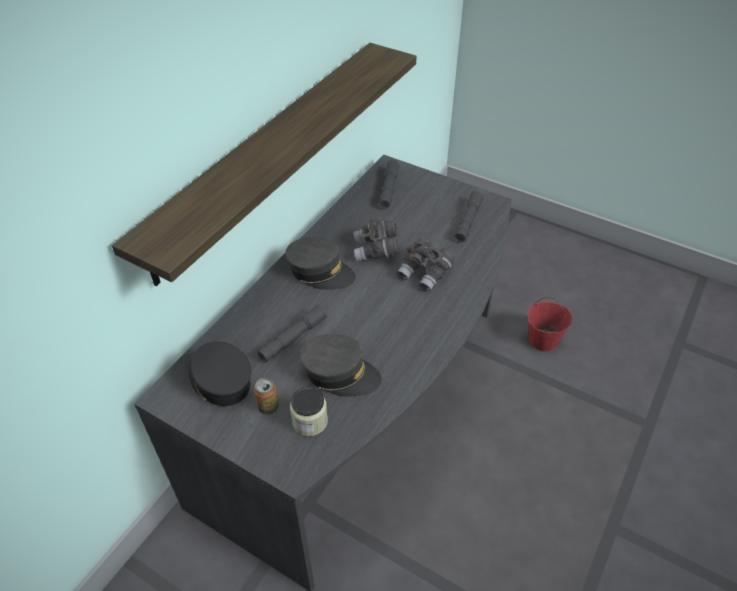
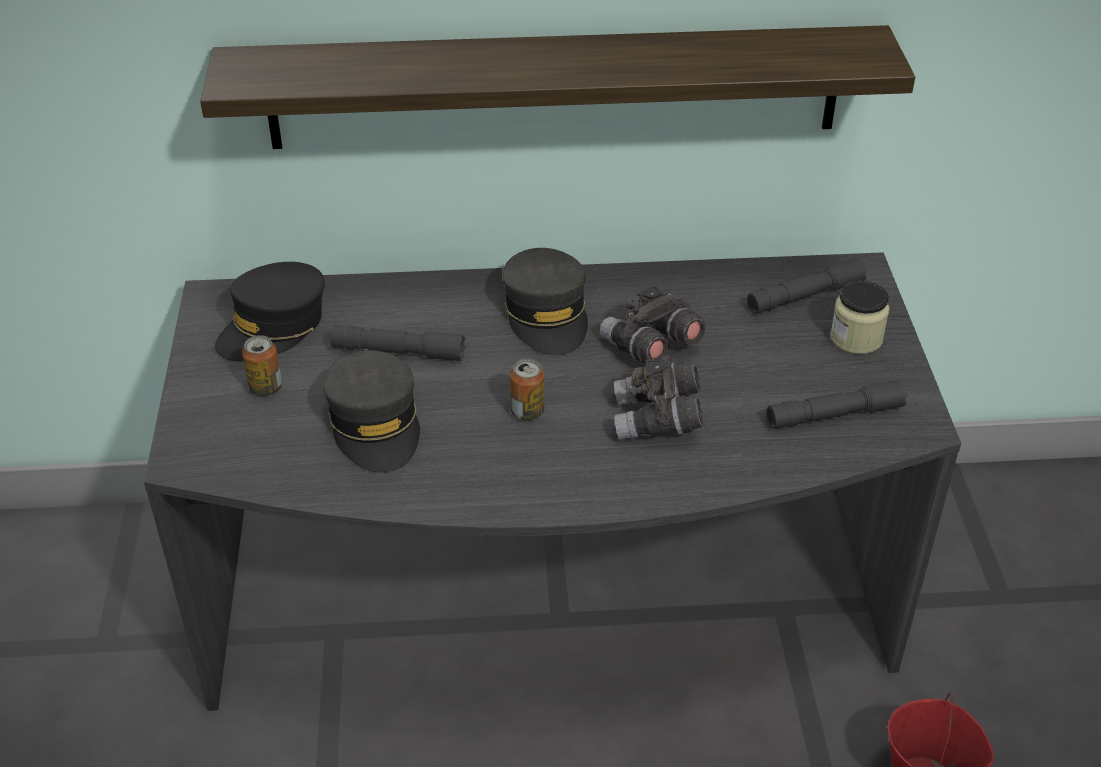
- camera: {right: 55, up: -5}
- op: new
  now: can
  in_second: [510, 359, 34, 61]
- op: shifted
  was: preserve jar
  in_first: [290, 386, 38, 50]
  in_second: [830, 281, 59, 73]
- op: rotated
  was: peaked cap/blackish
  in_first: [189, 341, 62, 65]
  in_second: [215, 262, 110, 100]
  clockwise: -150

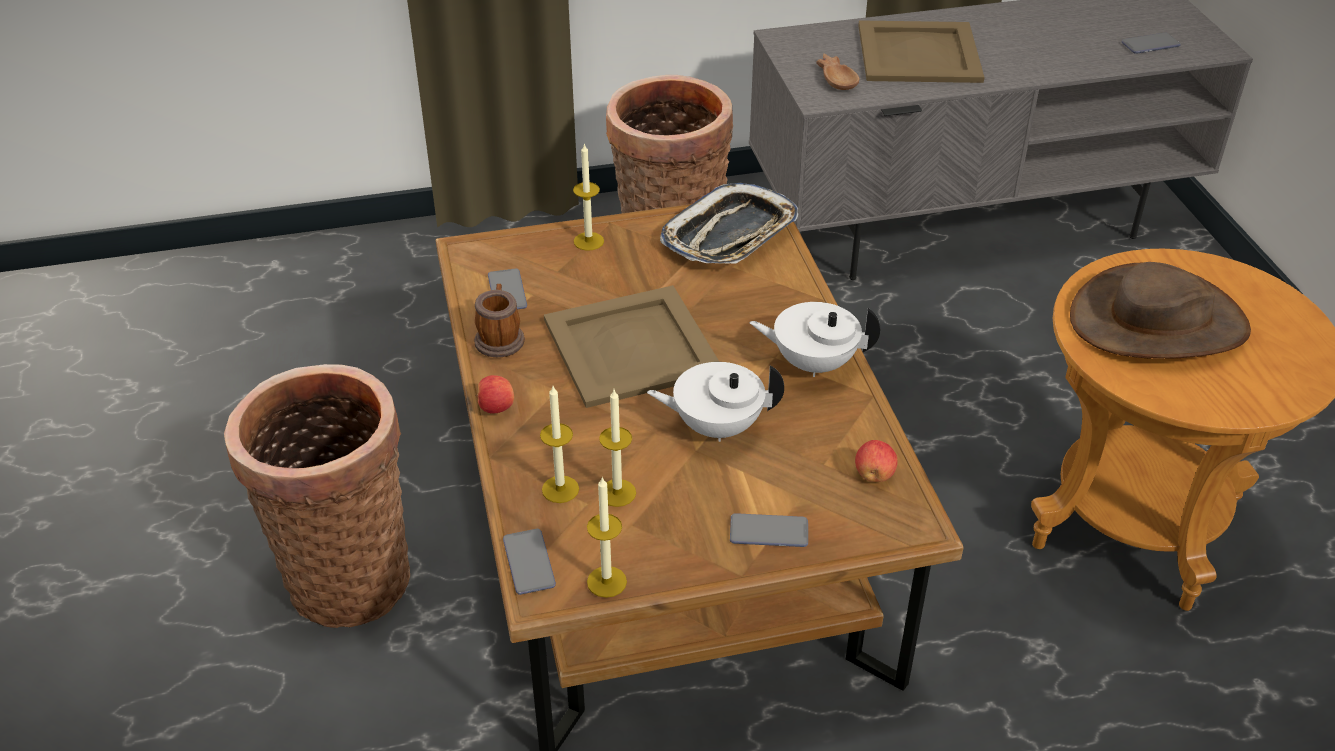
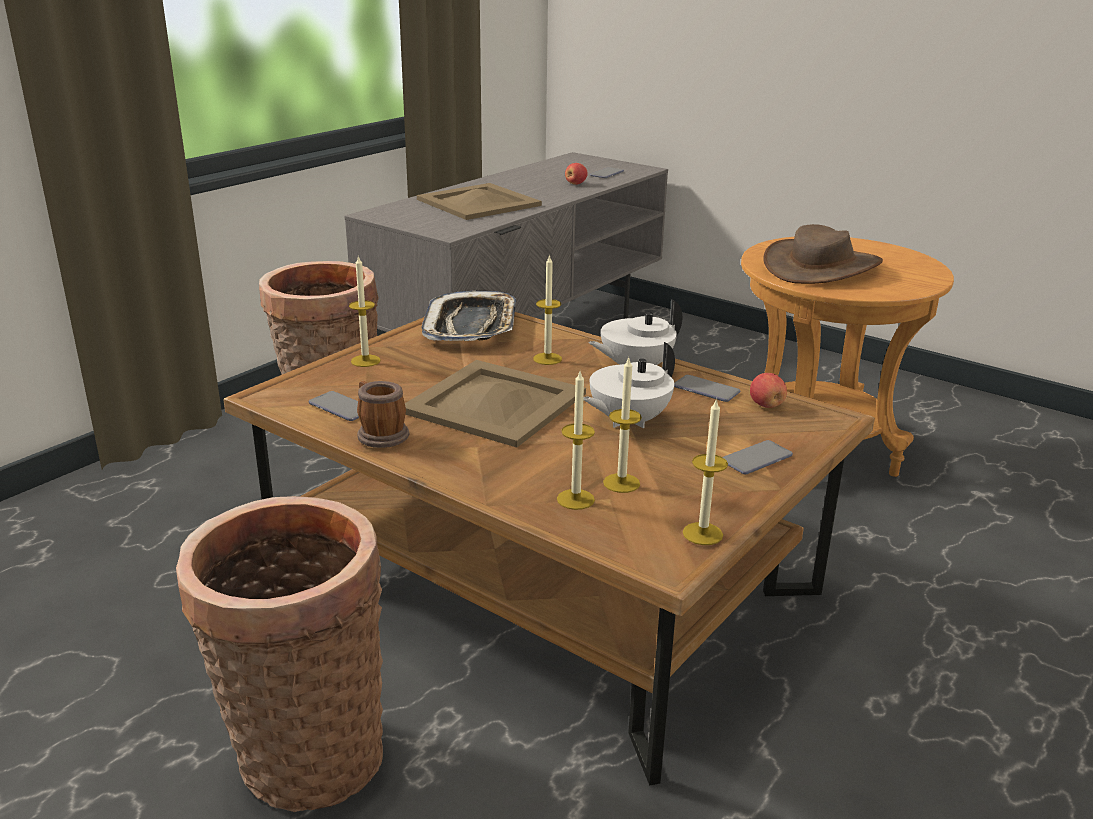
- camera: {right: -40, up: -15}
- op: gone
  was: deep dish/brown-coloured
  in_first: [816, 53, 43, 37]
- op: new
  now: wax light
  in_second: [533, 254, 29, 111]
- op: shifted
  was: apple
  in_first: [475, 375, 39, 39]
  in_second: [565, 163, 23, 22]
- op: shifted
  was: handset
  in_first: [503, 529, 53, 66]
  in_second: [674, 375, 67, 27]

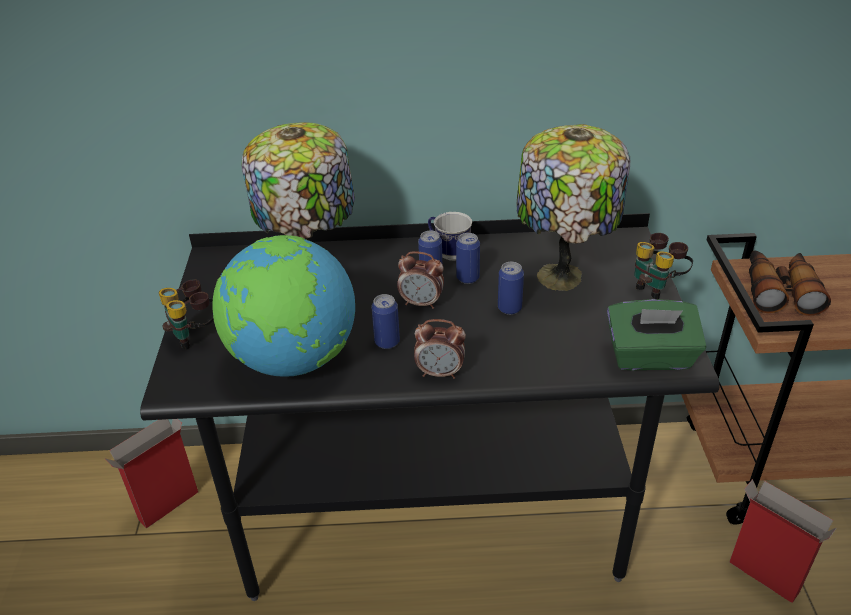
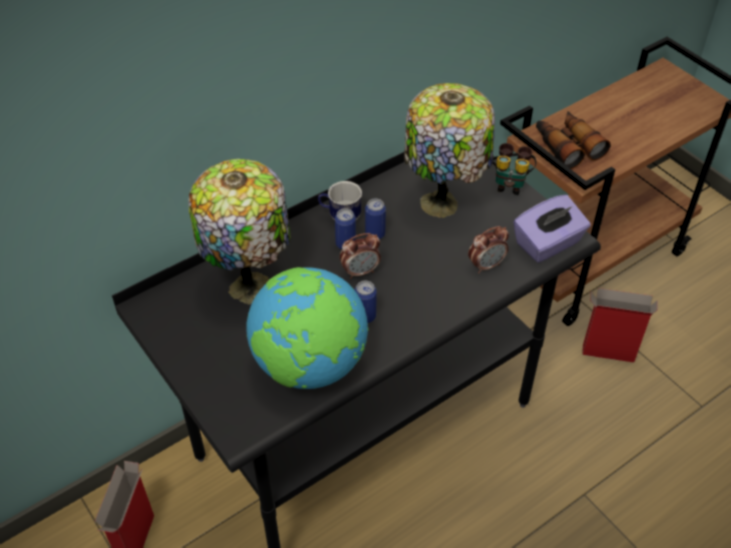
- camera: {right: -35, up: 10}
- op: gone
  was: field glasses
  in_first: [159, 279, 55, 70]
- op: gone
  was: can
  in_first: [498, 262, 26, 53]
- op: shifted
  was: table clock
  in_first: [414, 319, 52, 60]
  in_second: [468, 226, 41, 47]
- op: repainted
  was: tissue box/greenish
  now: tissue box/purple-coloured
  in_first: [607, 299, 99, 72]
  in_second: [513, 195, 77, 68]

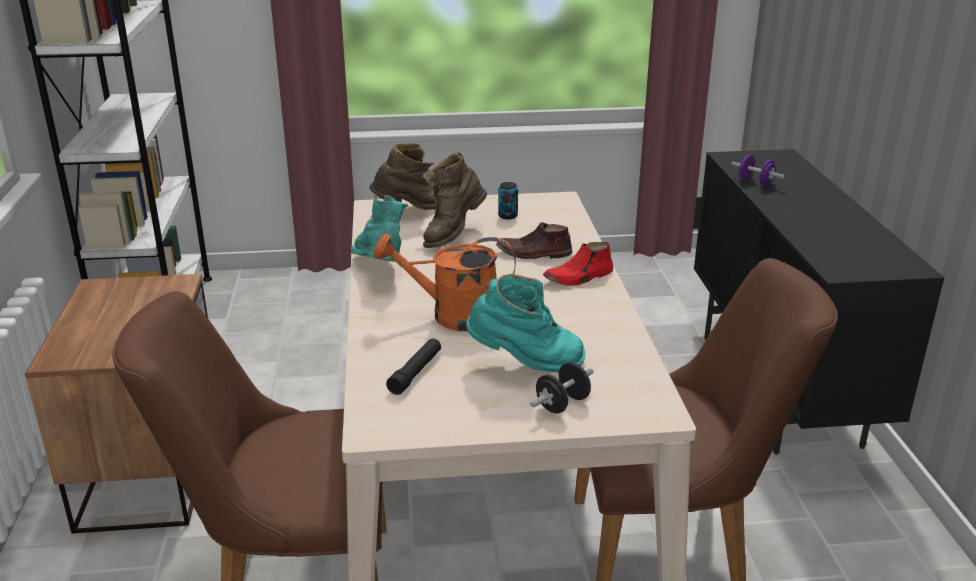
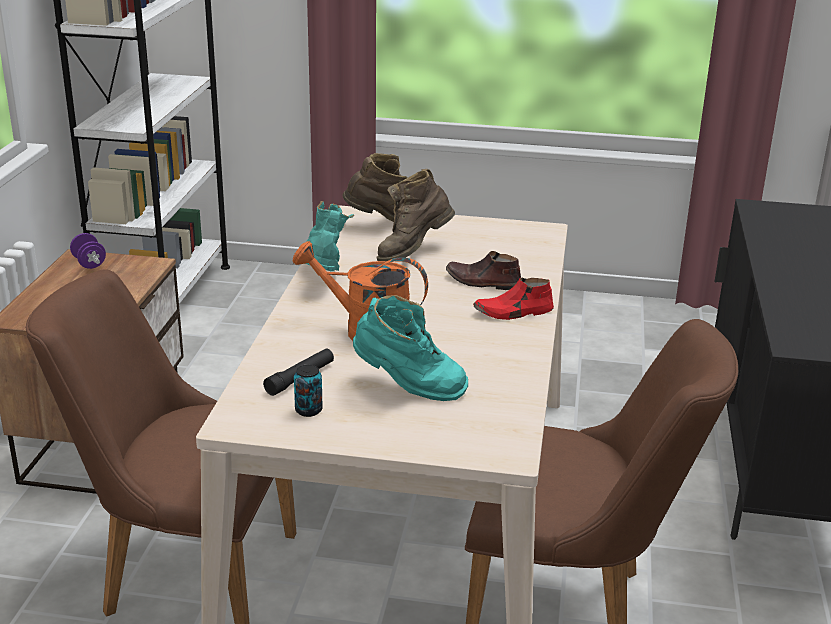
- camera: {right: 15, up: 0}
- op: gone
  was: free weight/blackish
  in_first: [530, 362, 63, 51]
- op: shifted
  was: can
  in_first: [498, 182, 20, 37]
  in_second: [294, 364, 29, 53]
- op: shifted
  was: free weight/purple-coloured
  in_first: [731, 155, 54, 31]
  in_second: [70, 233, 36, 36]

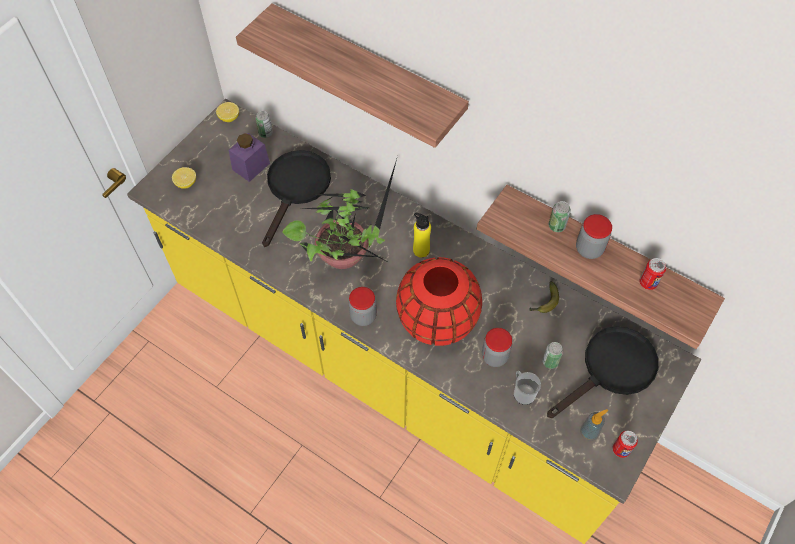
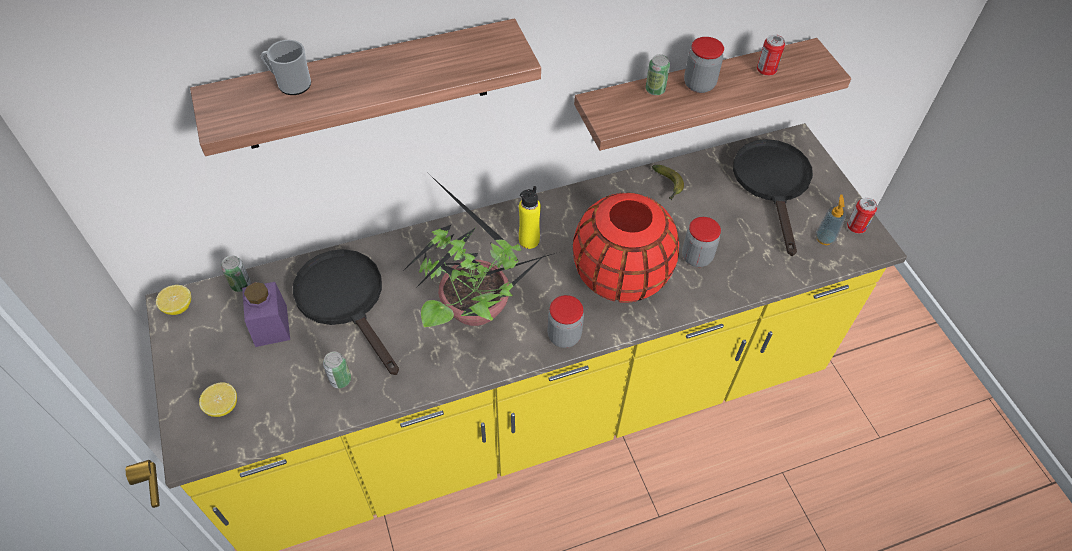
- camera: {right: -55, up: -5}
- op: shifted
  was: mug
  in_first: [514, 371, 27, 34]
  in_second: [261, 40, 50, 55]
- op: shifted
  was: can
  in_first: [542, 342, 21, 27]
  in_second: [323, 351, 28, 37]

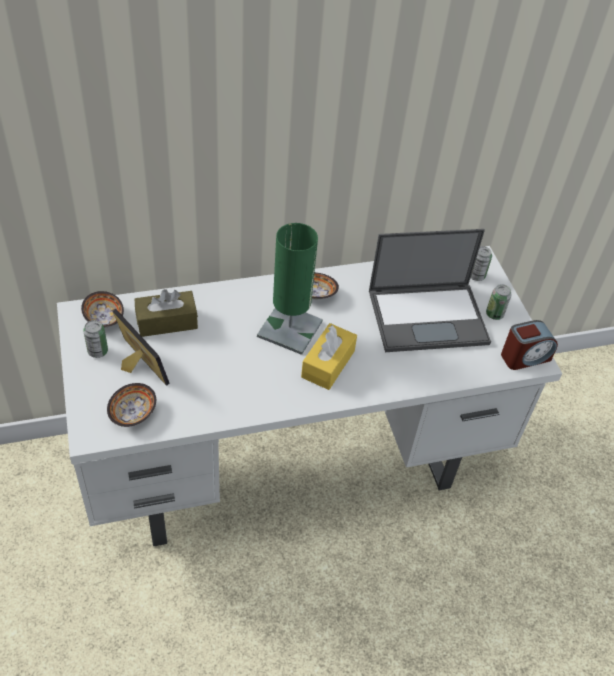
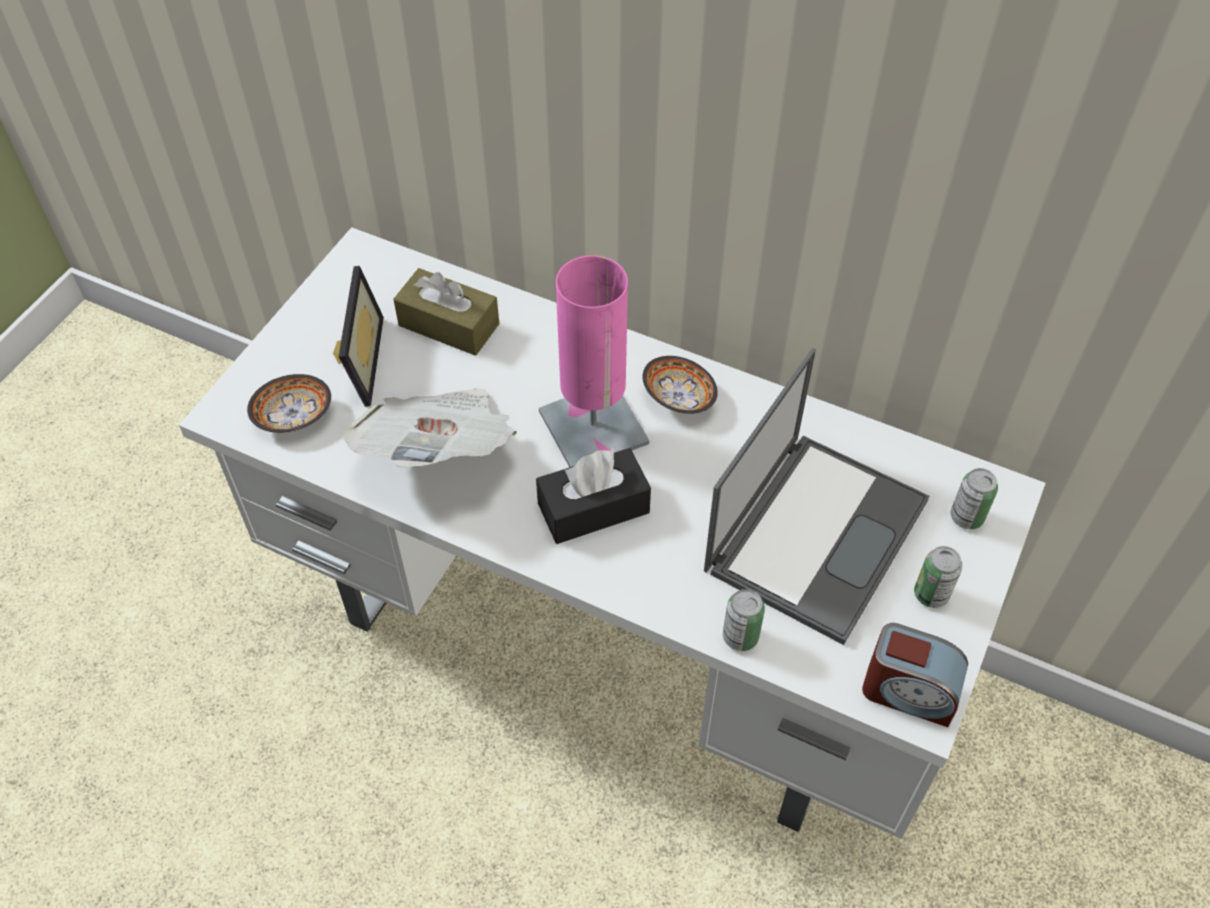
- camera: {right: 45, up: 5}
- op: gone
  was: deep dish
  in_first: [81, 291, 43, 36]
- op: new
  now: printed paper
  in_second: [343, 388, 174, 79]
- op: shifted
  was: can
  in_first: [83, 320, 25, 38]
  in_second: [723, 589, 42, 62]
- op: repainted
  was: tabletop lamp/greenish
  now: tabletop lamp/pink-coloured
  in_first: [257, 223, 66, 132]
  in_second: [539, 255, 110, 212]
- op: repainted
  was: tissue box/yellowish
  now: tissue box/blackish
  in_first: [301, 323, 56, 67]
  in_second: [536, 448, 115, 96]
- op: rotated
  was: notebook computer
  in_first: [369, 229, 122, 123]
  in_second: [704, 348, 225, 297]
  clockwise: -90

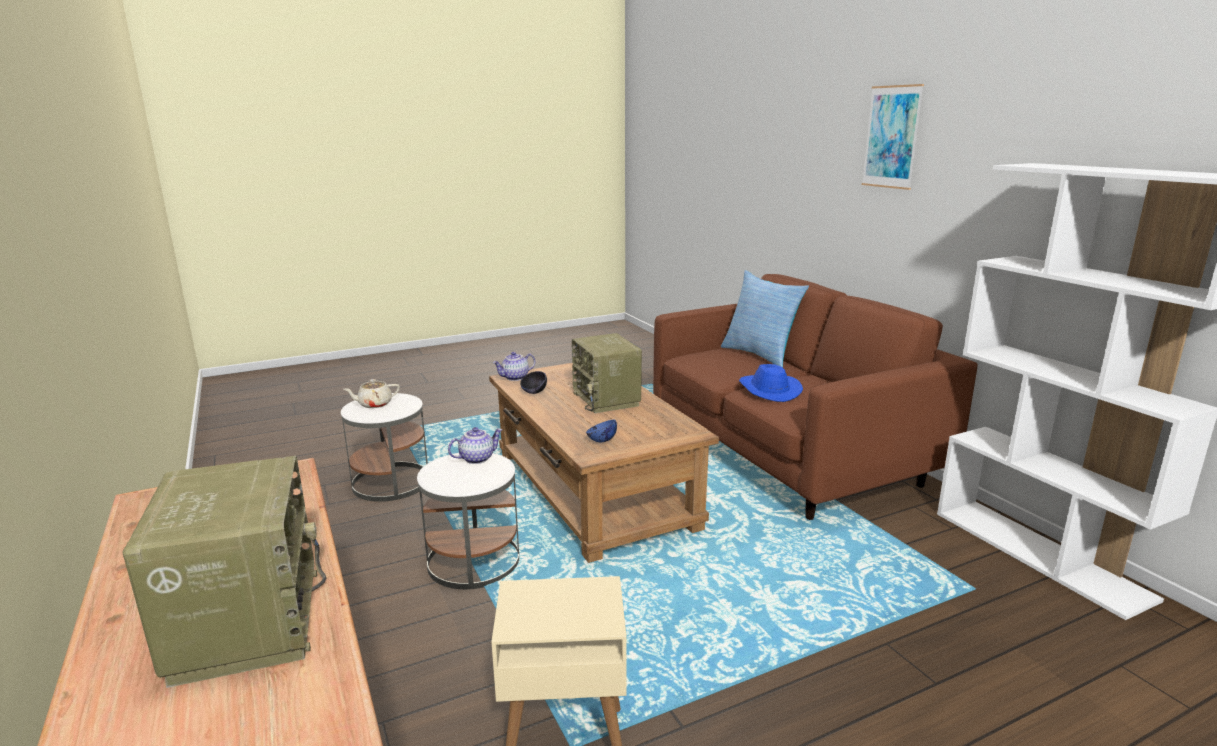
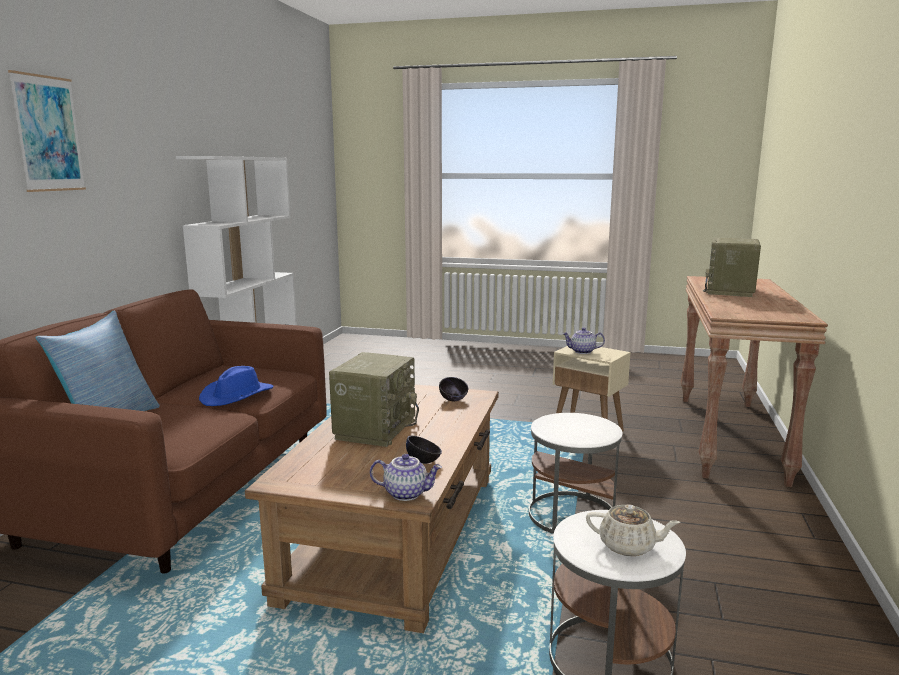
- camera: {right: -140, up: -5}
- op: shifted
  was: tea pot
  in_first: [448, 427, 54, 37]
  in_second: [562, 328, 43, 26]
- op: repainted
  was: deep dish/blue
  now: deep dish/blackish
  in_first: [586, 420, 31, 22]
  in_second: [439, 377, 29, 24]

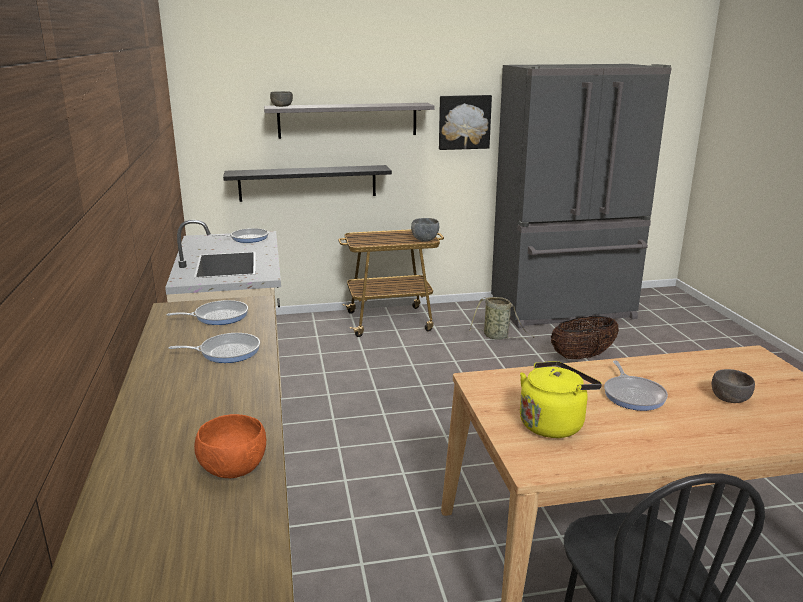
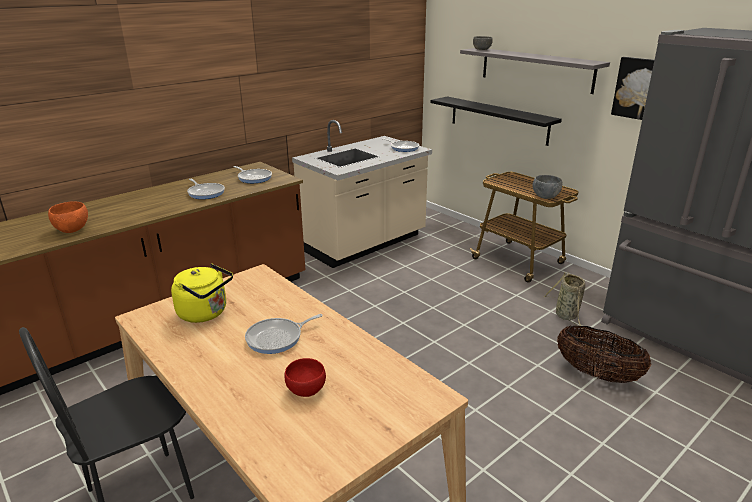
- camera: {right: 60, up: 5}
- op: repainted
  was: deep dish/greyish
  now: deep dish/red-coloured
  in_first: [712, 369, 43, 34]
  in_second: [284, 358, 42, 39]

